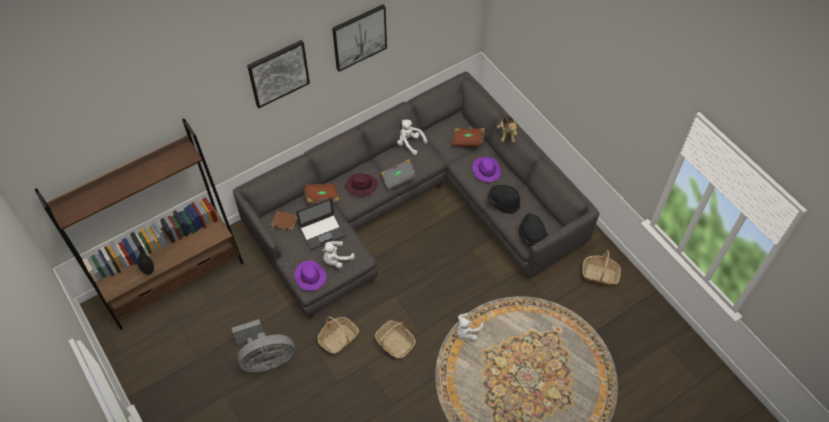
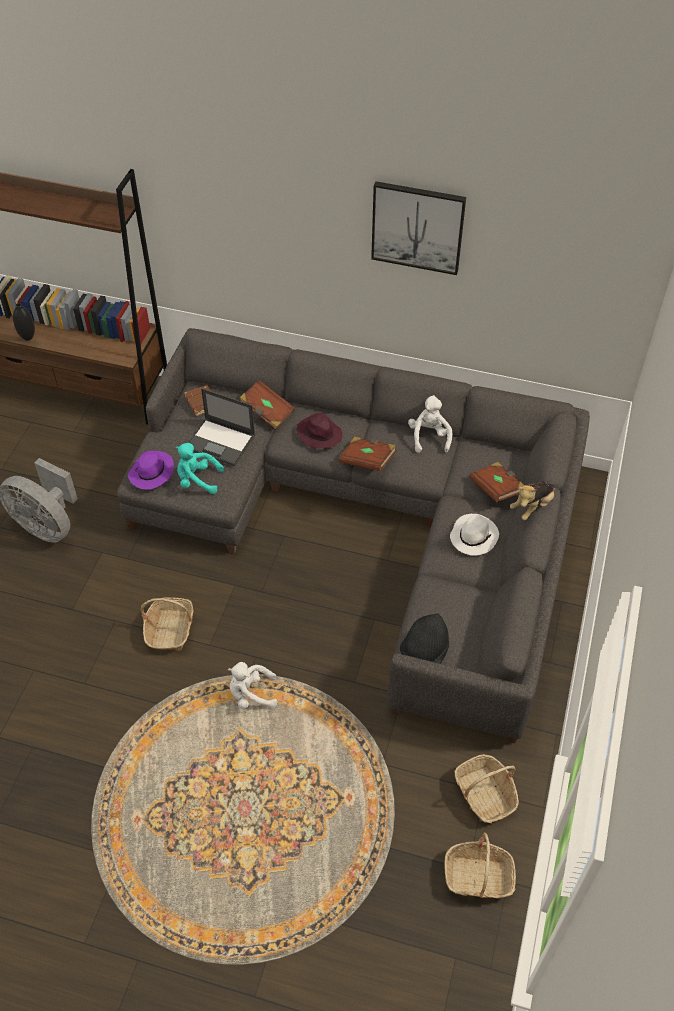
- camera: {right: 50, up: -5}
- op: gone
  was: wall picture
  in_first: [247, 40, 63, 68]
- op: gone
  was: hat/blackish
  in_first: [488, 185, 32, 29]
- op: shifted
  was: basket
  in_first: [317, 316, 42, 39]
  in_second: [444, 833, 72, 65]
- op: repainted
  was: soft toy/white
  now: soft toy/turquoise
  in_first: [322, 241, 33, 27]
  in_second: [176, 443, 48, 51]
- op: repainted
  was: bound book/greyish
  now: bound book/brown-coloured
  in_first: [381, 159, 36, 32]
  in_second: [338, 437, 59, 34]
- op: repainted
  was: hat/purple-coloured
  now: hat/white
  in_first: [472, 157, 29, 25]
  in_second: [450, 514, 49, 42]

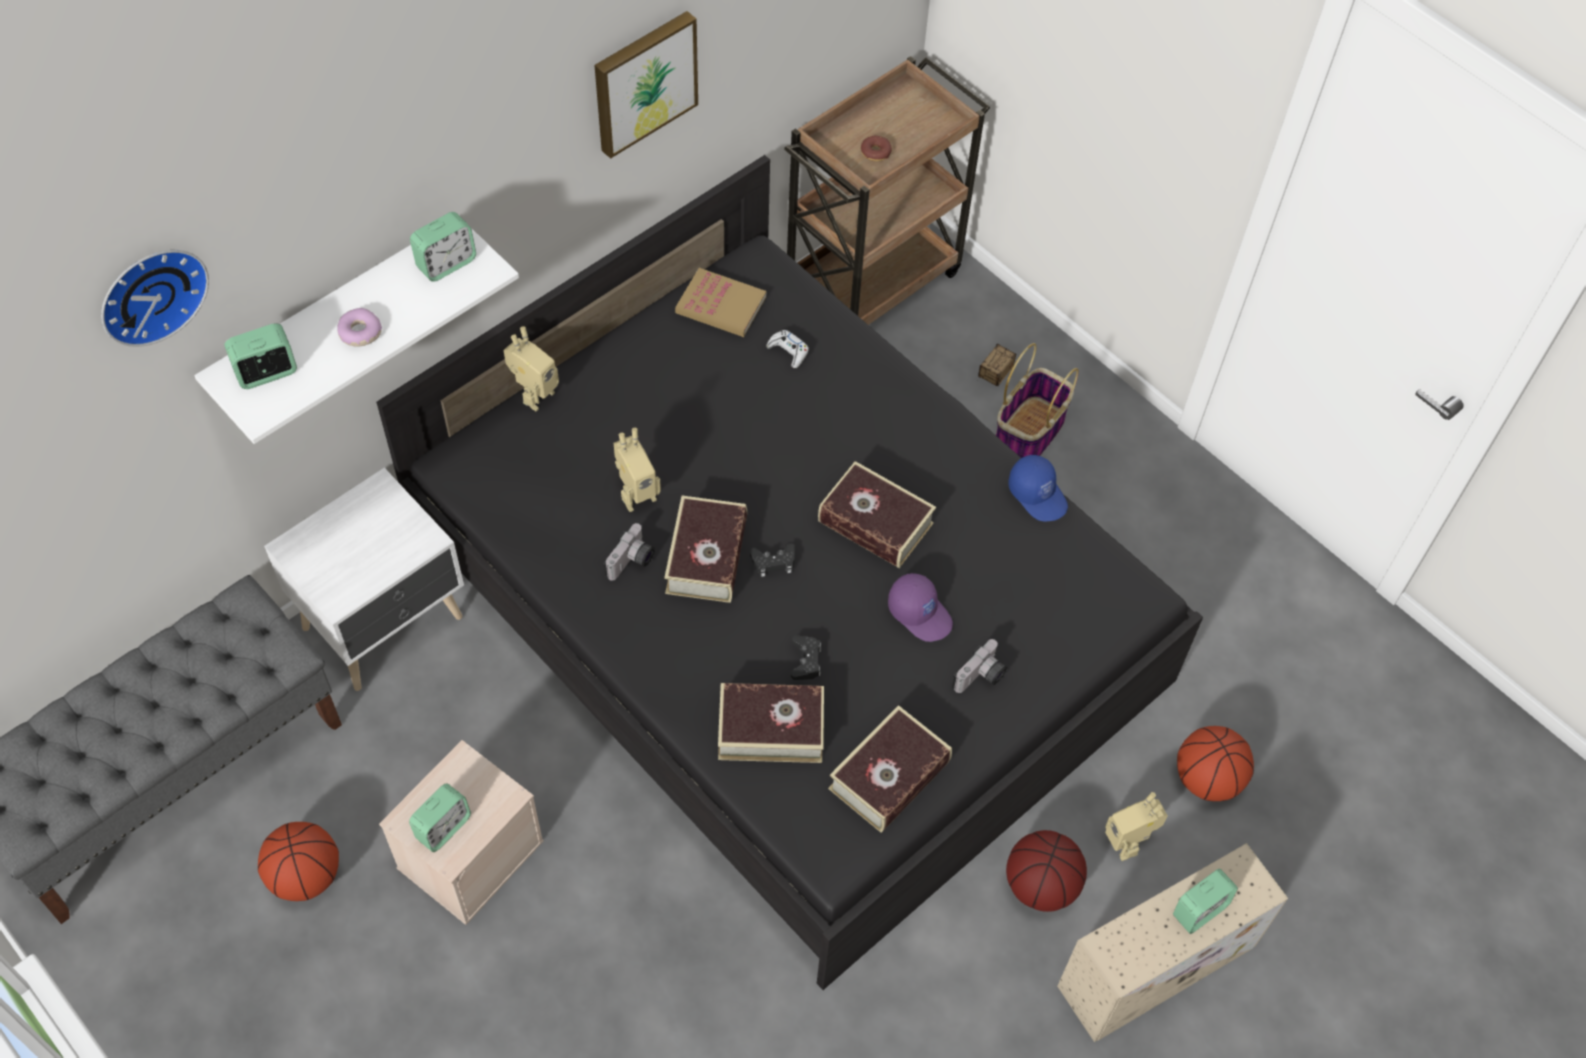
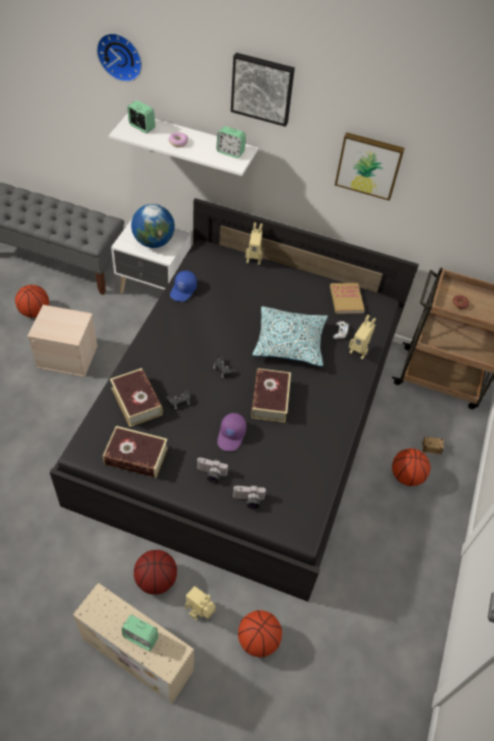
- camera: {right: 60, up: -5}
- op: gone
  was: table clock
  in_first: [409, 783, 62, 69]
- op: gone
  was: bound book
  in_first: [664, 496, 83, 107]
- op: new
  now: world globe
  in_second: [131, 204, 44, 44]
- op: new
  now: wall picture
  in_second: [231, 53, 64, 74]
- op: new
  now: pillow
  in_second: [252, 306, 76, 61]
- op: shifted
  was: still camera
  in_first: [603, 523, 52, 58]
  in_second: [233, 485, 33, 24]
- op: shifted
  was: robot figure
  in_first: [614, 428, 47, 84]
  in_second: [349, 315, 27, 44]
- op: shifted
  was: peaked cap/blue
  in_first: [1008, 455, 60, 67]
  in_second: [170, 271, 27, 31]
- op: swapped
  was: basket
  now: ball for basketball
  in_first: [996, 343, 83, 115]
  in_second: [392, 448, 38, 38]

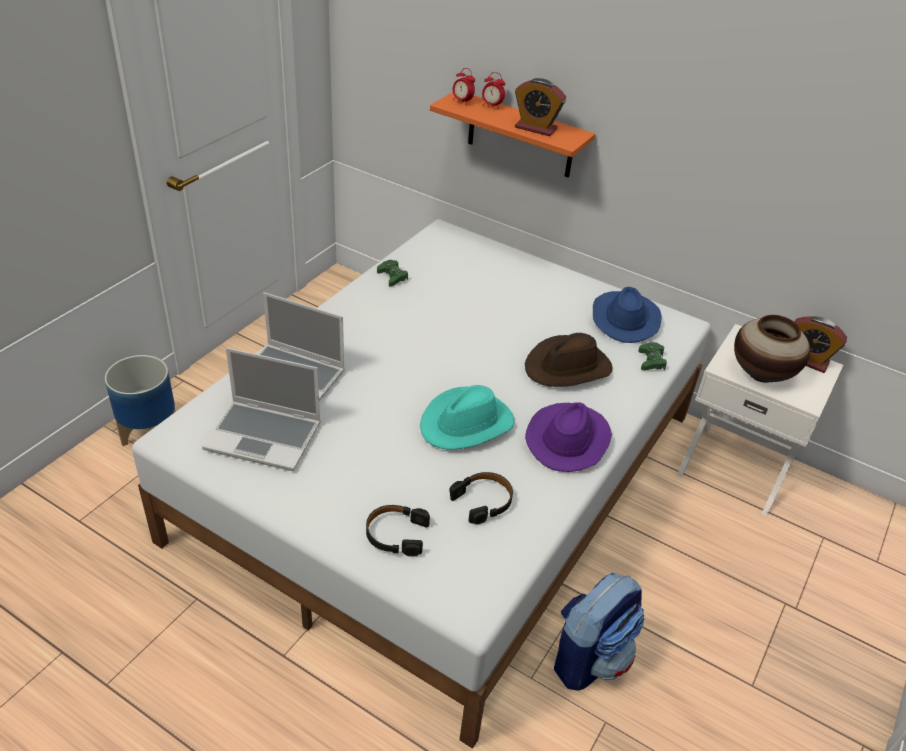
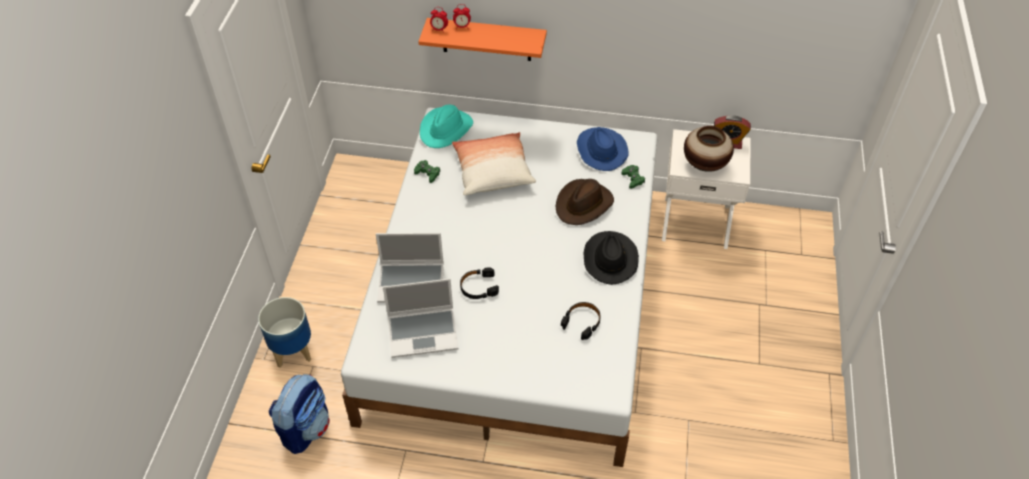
- camera: {right: -20, up: 10}
- op: gone
  was: table clock
  in_first: [515, 78, 51, 58]
- op: new
  now: pillow
  in_second: [452, 132, 84, 63]
- op: shifted
  was: pair of headphones/blackish
  in_first: [366, 505, 64, 52]
  in_second: [460, 267, 39, 32]
- op: shifted
  was: hat/turquoise
  in_first: [420, 385, 94, 65]
  in_second: [420, 105, 53, 43]
- op: shifted
  was: rucksack
  in_first: [554, 573, 91, 118]
  in_second: [269, 374, 61, 80]
- op: repainted
  was: hat/purple-coloured
  now: hat/blackish
  in_first: [525, 402, 87, 70]
  in_second: [583, 231, 56, 54]

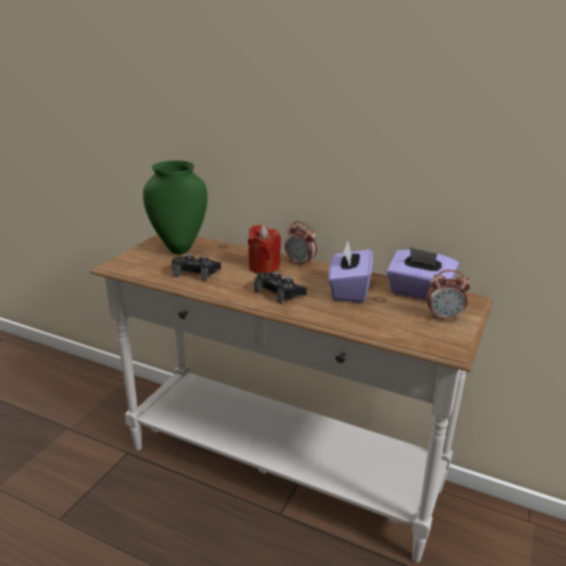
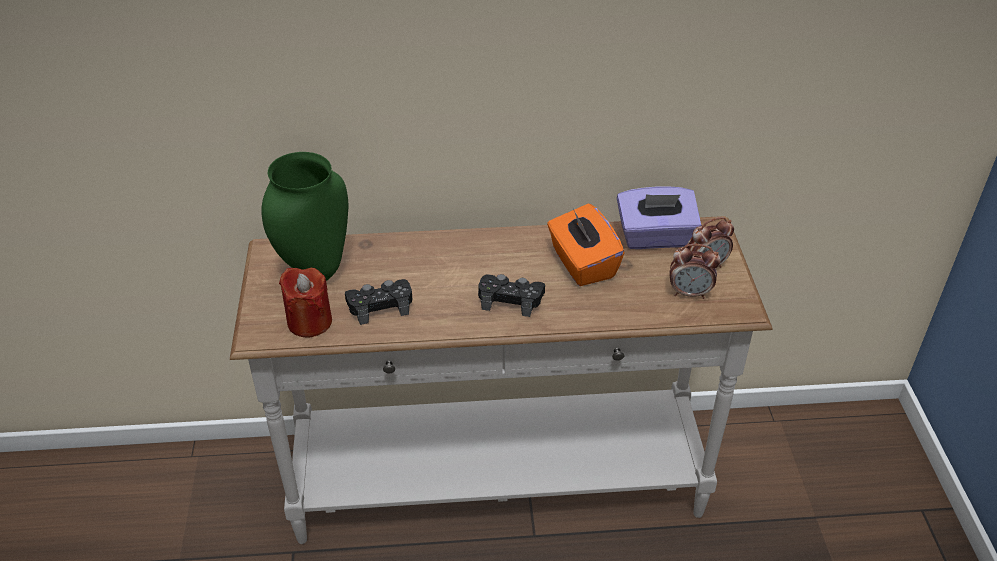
- camera: {right: -30, up: 15}
- op: shifted
  was: wax light/red-coloured
  in_first: [248, 224, 33, 50]
  in_second: [279, 268, 53, 70]
- op: shifted
  was: table clock
  in_first: [285, 221, 32, 47]
  in_second: [669, 244, 52, 55]
- op: repainted
  was: tissue box/purple-coloured
  now: tissue box/orange-coloured
  in_first: [328, 241, 45, 62]
  in_second: [547, 203, 77, 83]

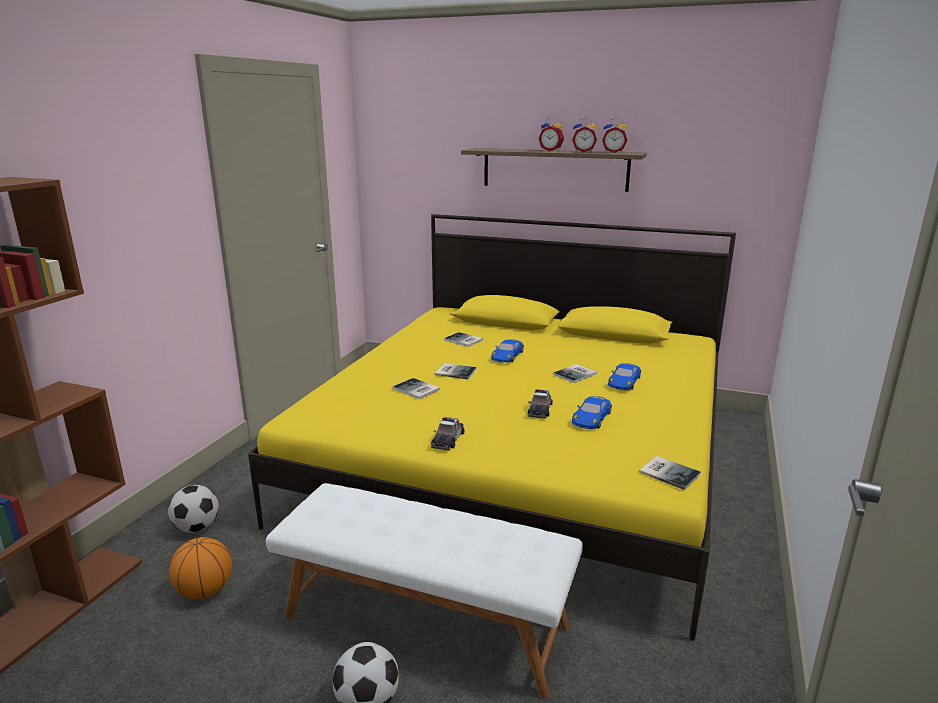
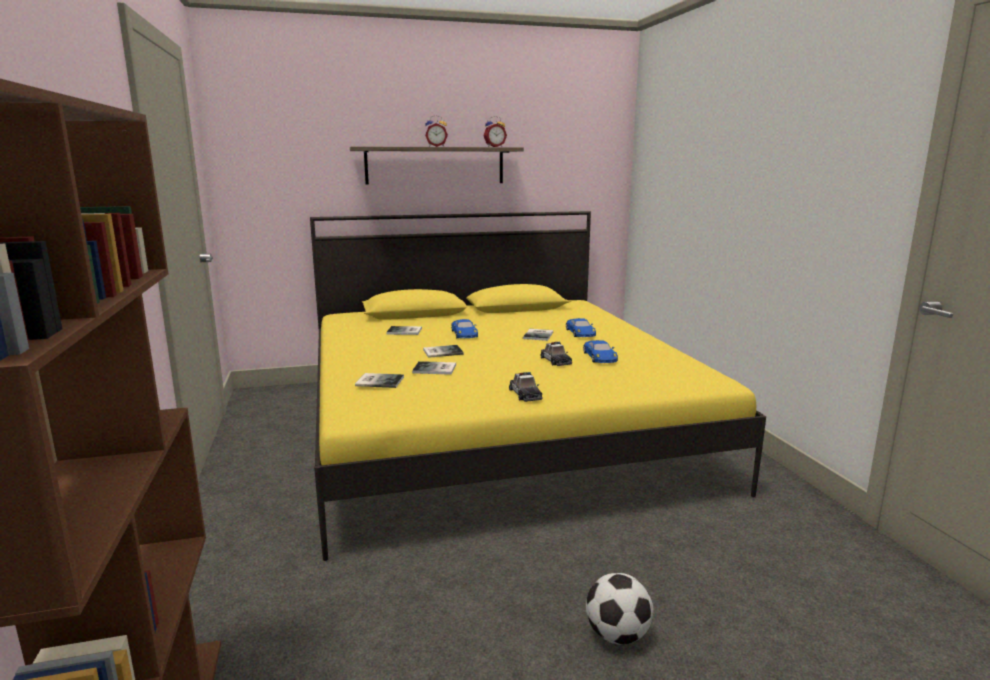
- camera: {right: -35, up: -5}
- op: gone
  was: ball for football
  in_first: [168, 485, 51, 48]
- op: gone
  was: ball for basketball
  in_first: [169, 537, 63, 62]
- op: gone
  was: indoor bench/white
  in_first: [266, 483, 317, 215]
- op: gone
  was: table clock
  in_first: [572, 117, 25, 35]
- op: shifted
  was: bound book
  in_first: [639, 456, 62, 34]
  in_second: [355, 373, 49, 15]

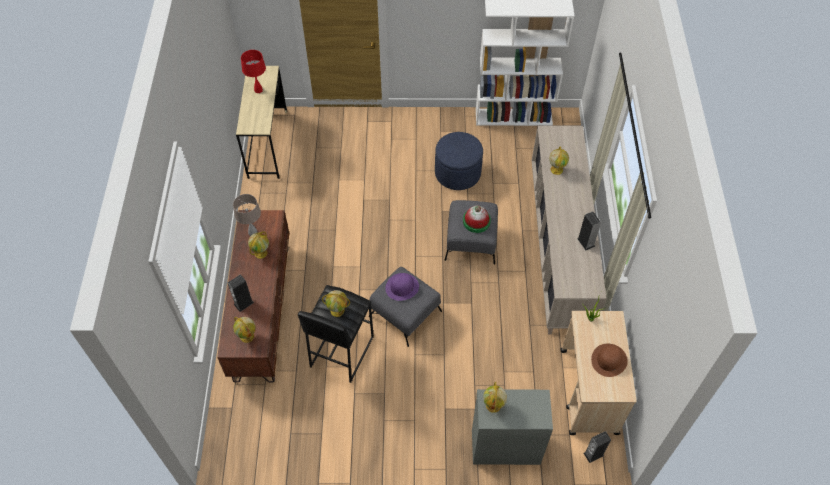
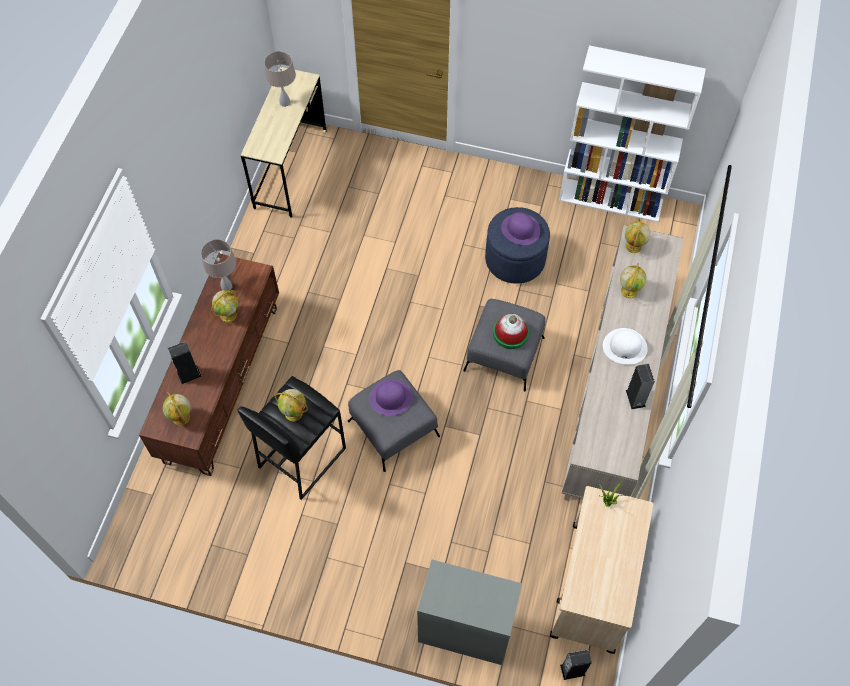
- camera: {right: 15, up: 5}
- op: gone
  was: hat/brown-coloured
  in_first: [591, 343, 37, 34]
- op: new
  now: hat/purple-coloured
  in_second: [501, 212, 39, 33]
- op: new
  now: hat/white
  in_second: [603, 328, 45, 36]
- op: shifted
  was: world globe
  in_first: [483, 382, 24, 31]
  in_second: [625, 218, 26, 35]
- op: repainted
  was: tabletop lamp/red-coloured
  now: tabletop lamp/sand-coloured
  in_first: [241, 50, 25, 43]
  in_second: [264, 51, 32, 56]

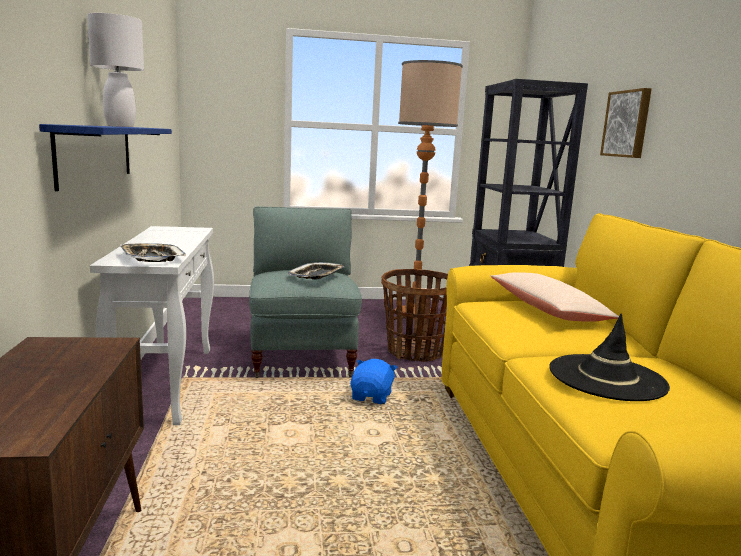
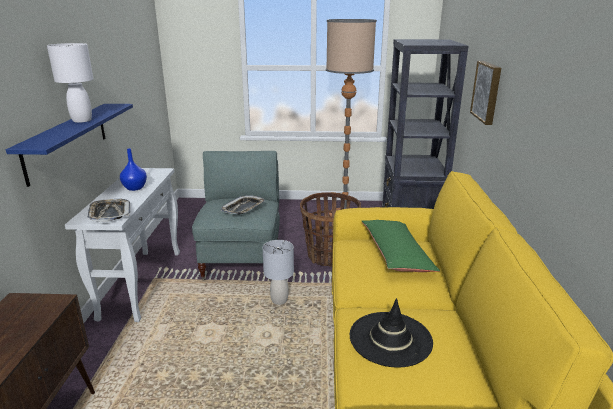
- camera: {right: 10, up: 10}
- op: new
  now: decorative vase/blue
  in_second: [120, 148, 27, 43]
- op: swapped
  was: soft toy/blue
  now: tabletop lamp/greyish
  in_first: [350, 359, 47, 45]
  in_second: [263, 240, 31, 65]
- op: repainted
  was: pillow/sand-coloured
  now: pillow/greenish
  in_first: [491, 272, 128, 50]
  in_second: [362, 220, 78, 52]

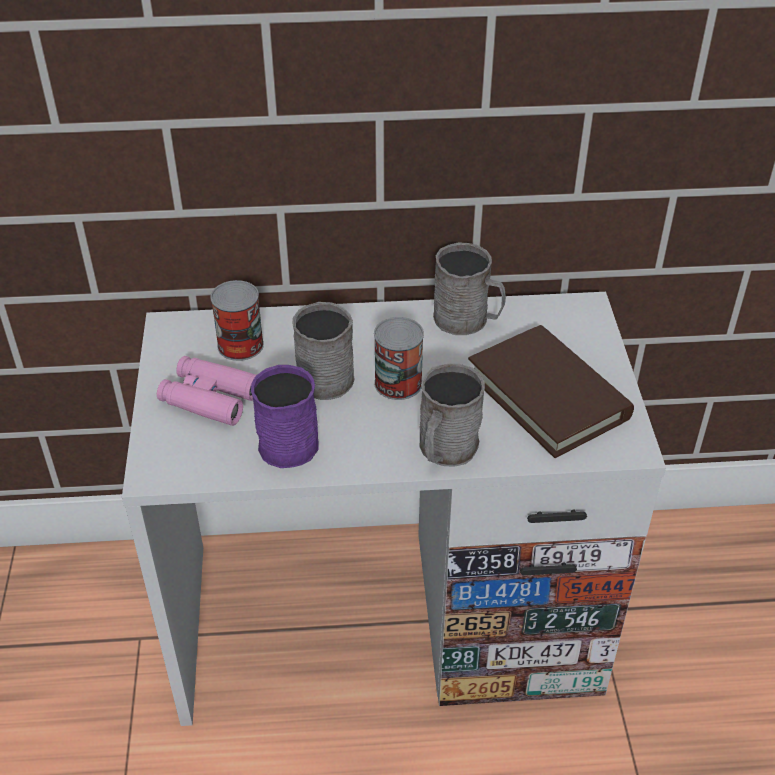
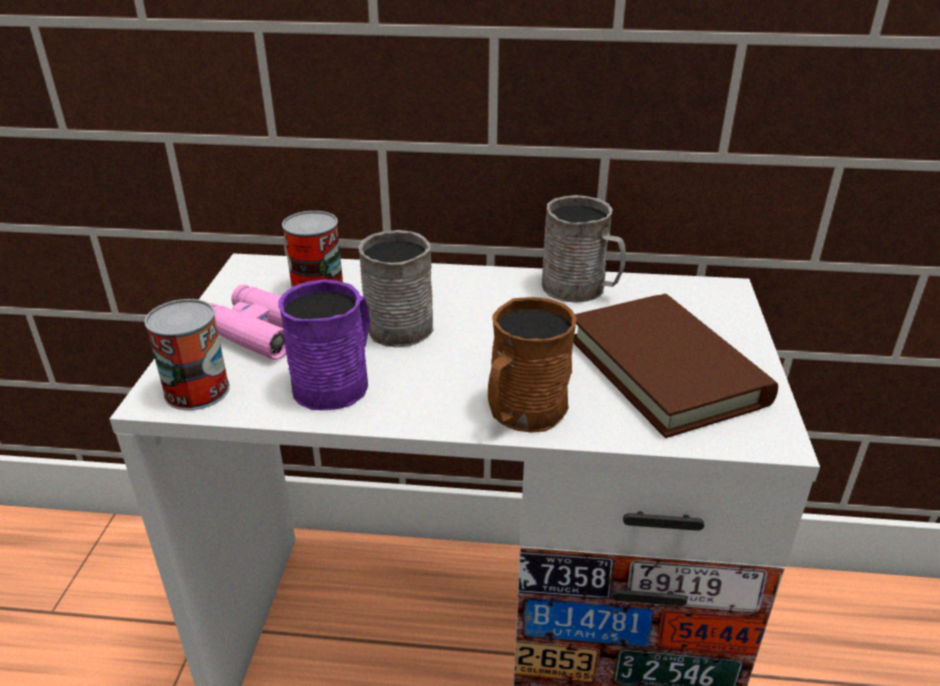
- camera: {right: 10, up: -10}
- op: shifted
  was: can
  in_first: [374, 317, 50, 83]
  in_second: [144, 299, 86, 111]
- op: repainted
  was: mug/greyish
  now: mug/brown-coloured
  in_first: [420, 364, 65, 103]
  in_second: [488, 297, 89, 136]

